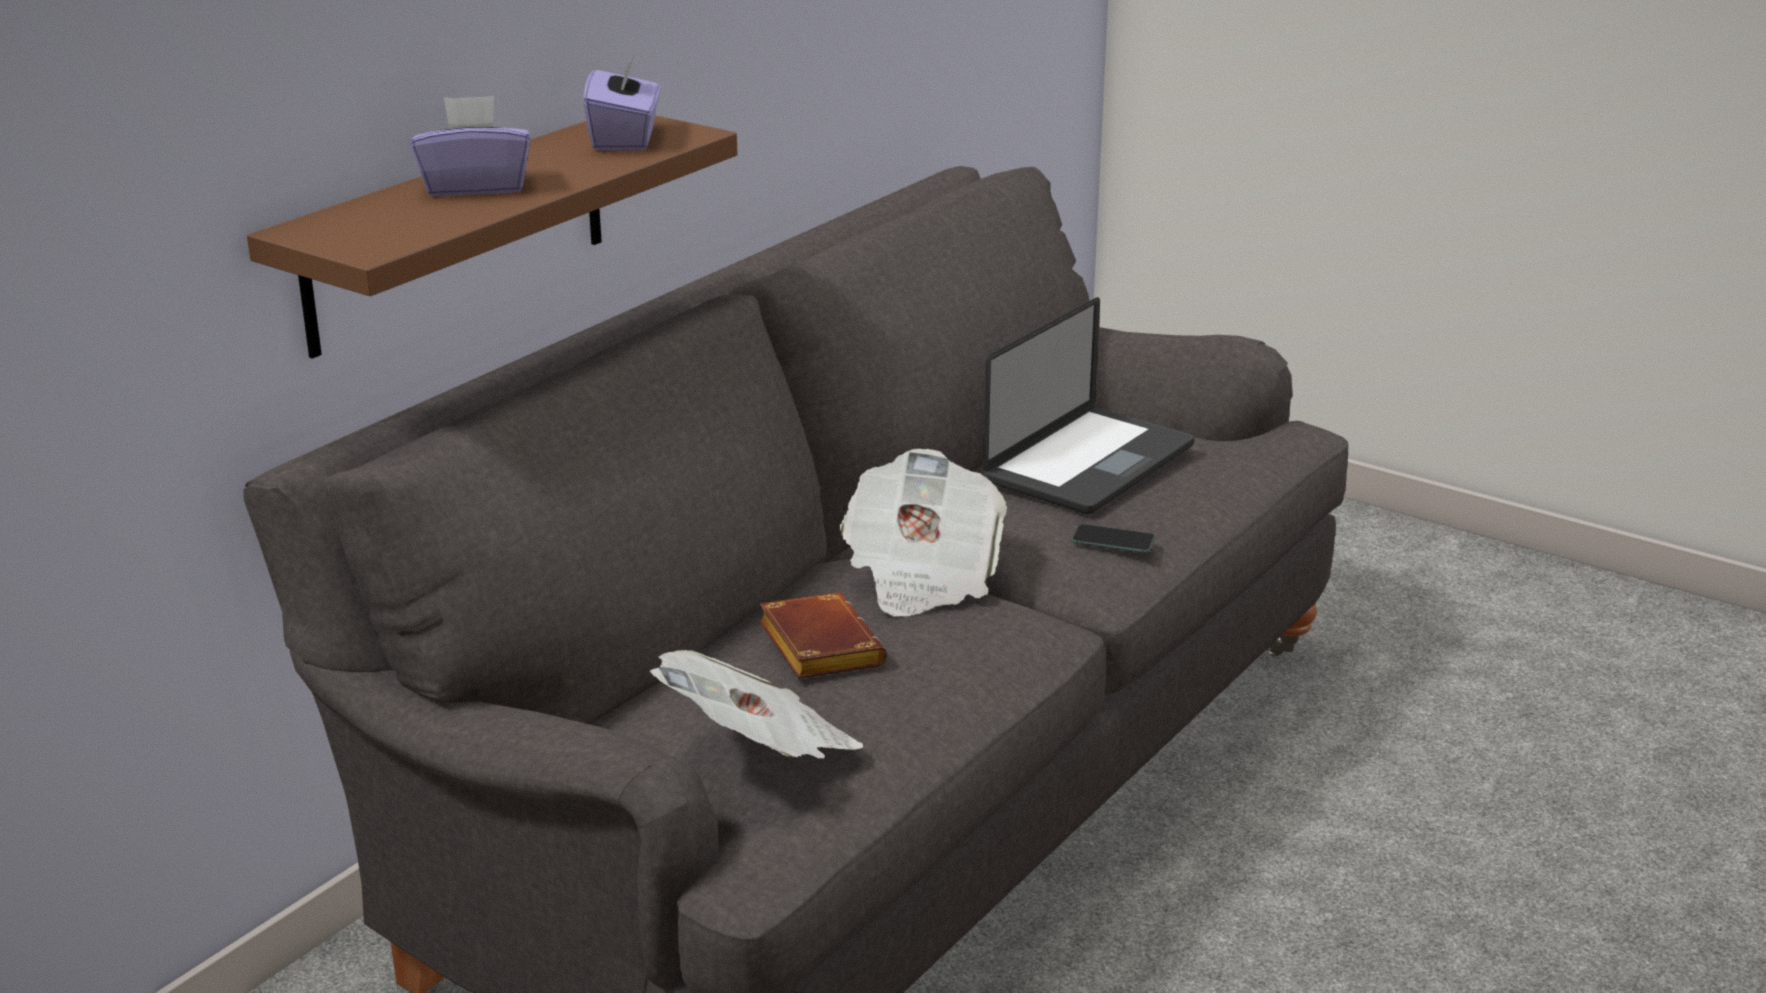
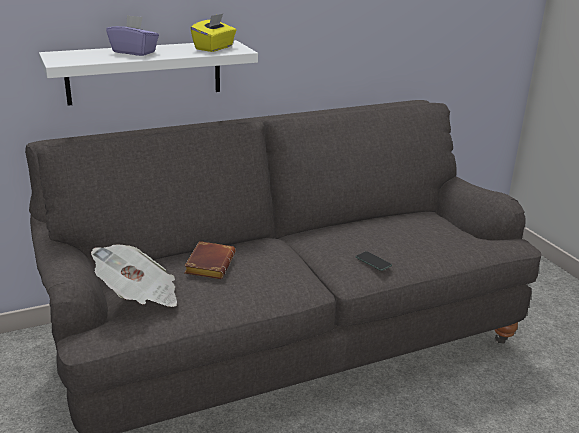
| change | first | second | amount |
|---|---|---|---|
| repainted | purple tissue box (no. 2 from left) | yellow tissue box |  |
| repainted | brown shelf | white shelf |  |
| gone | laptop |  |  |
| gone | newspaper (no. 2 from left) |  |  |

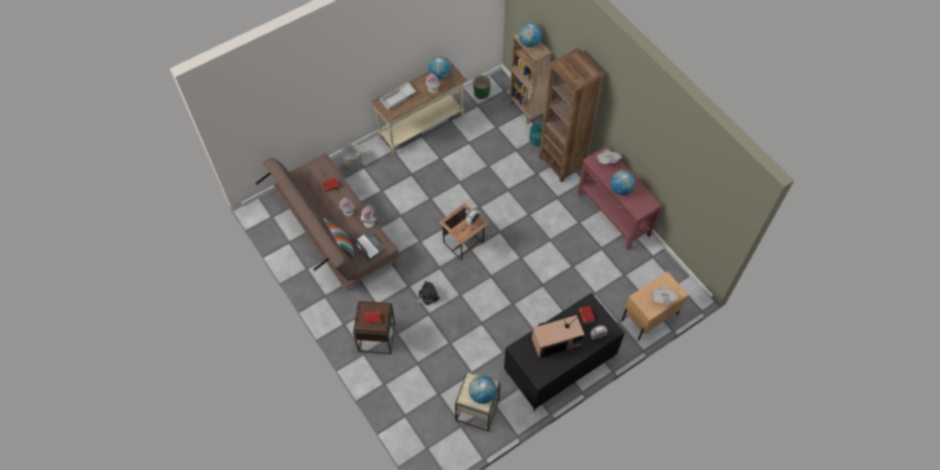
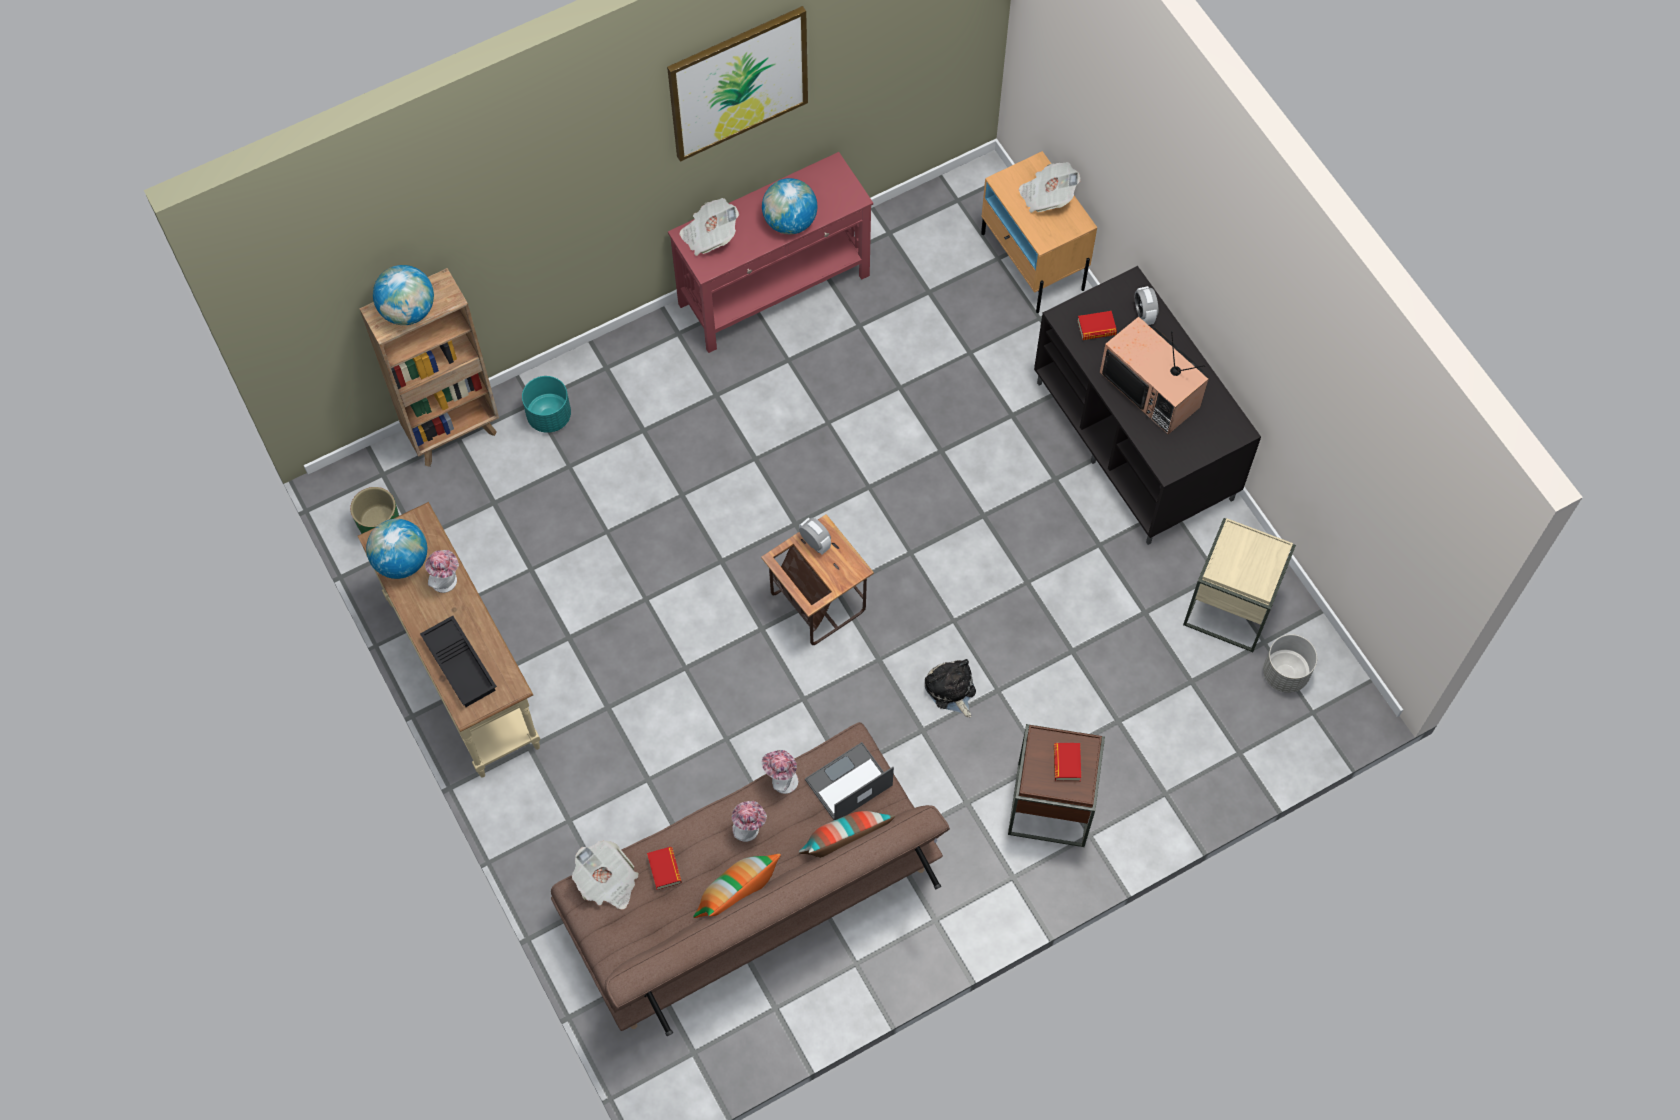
| change | first | second | amount |
|---|---|---|---|
| gone | brown bookcase (no. 2 from left) |  |  |
| repainted | white tray | black tray |  |
| shifted | grey planter |  |  |
| rotated | television |  | 150 degrees clockwise |
| gone | globe (no. 2 from left) |  |  |
| new |  | picture |  |
| new |  | newspaper (no. 1 from left) |  |
| new |  | pillow (no. 1 from left) |  |

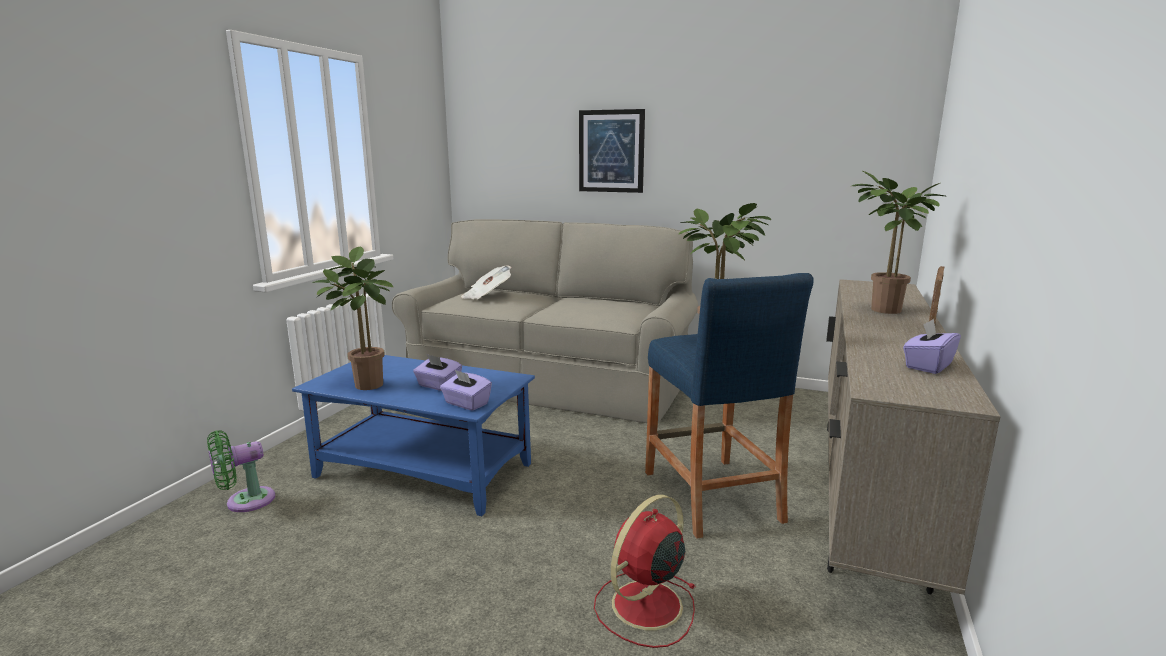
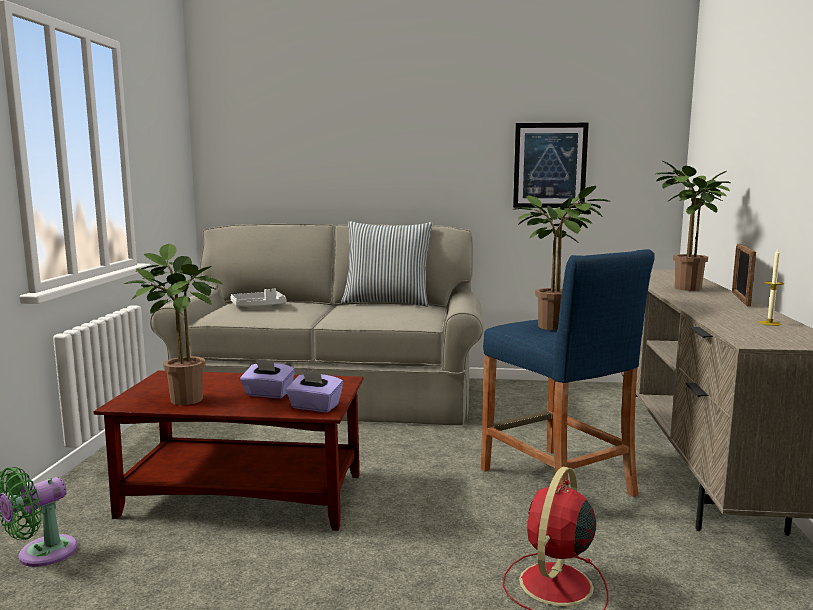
| change | first | second | amount |
|---|---|---|---|
| shifted | picture |  |  |
| swapped | newspaper | grey tray |  |
| swapped | purple tissue box (no. 3 from left) | candle |  |
| repainted | blue coffee table | brown coffee table |  |
| new |  | pillow |  |

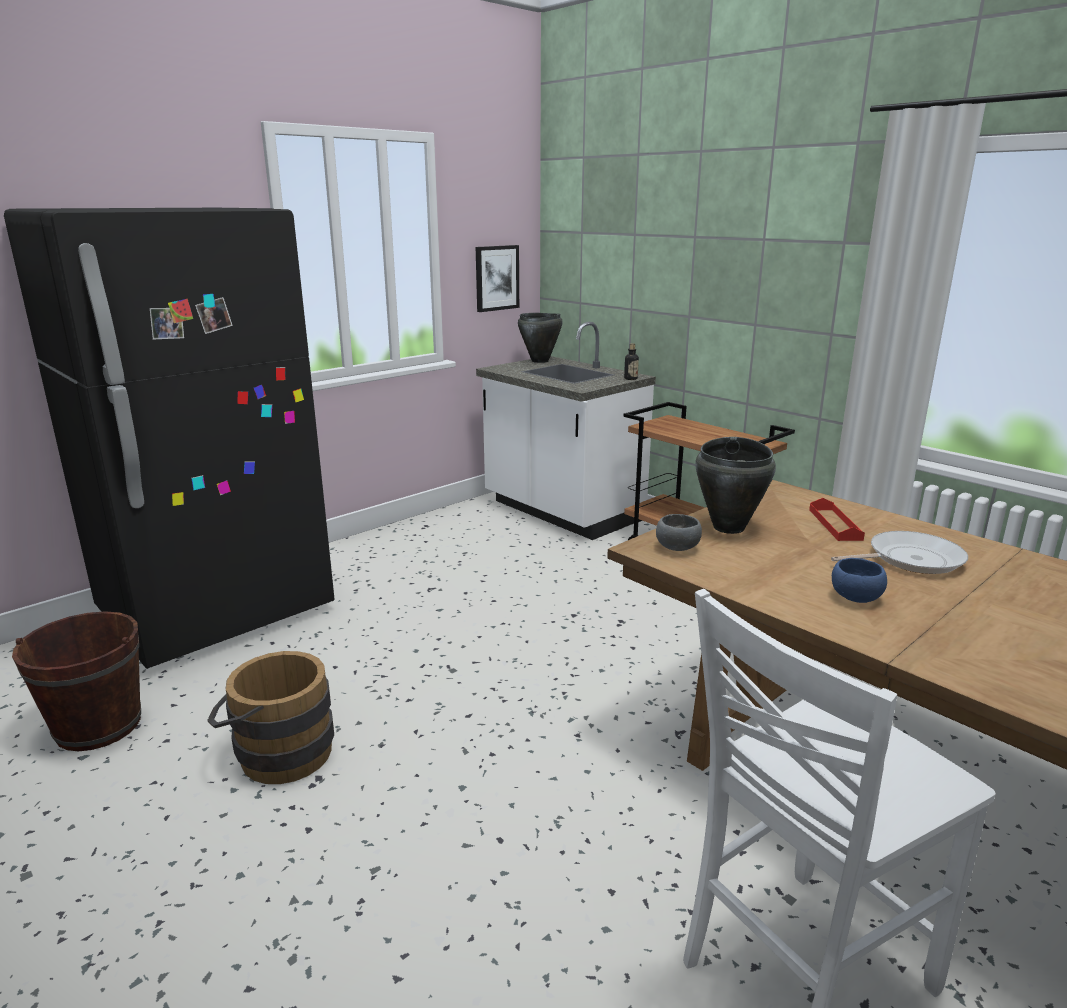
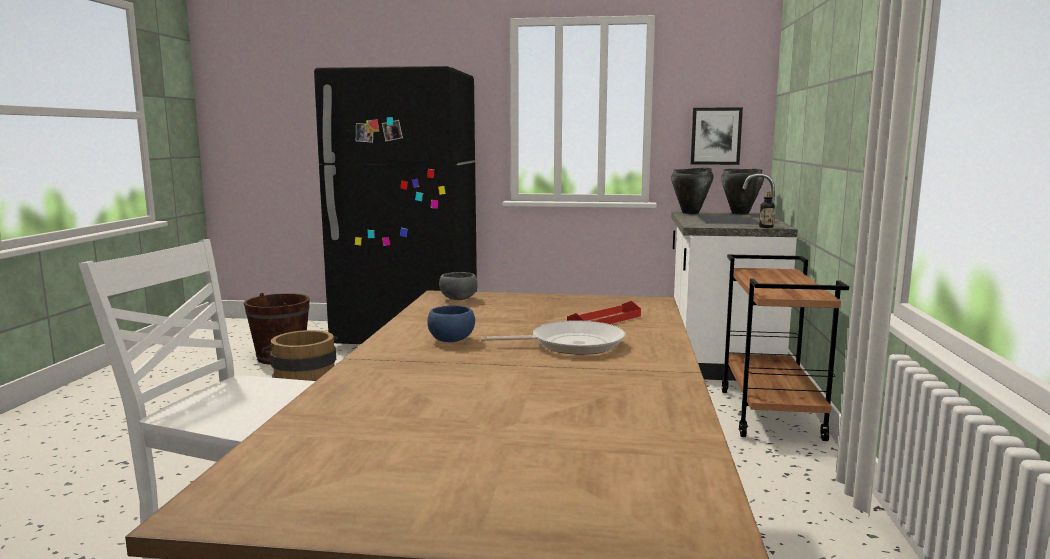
| change | first | second | amount |
|---|---|---|---|
| shifted | black cooking pot (no. 2 from left in the first image) | black cooking pot (no. 1 from left) |  |
| rotated | frying pan |  | 45 degrees counterclockwise |

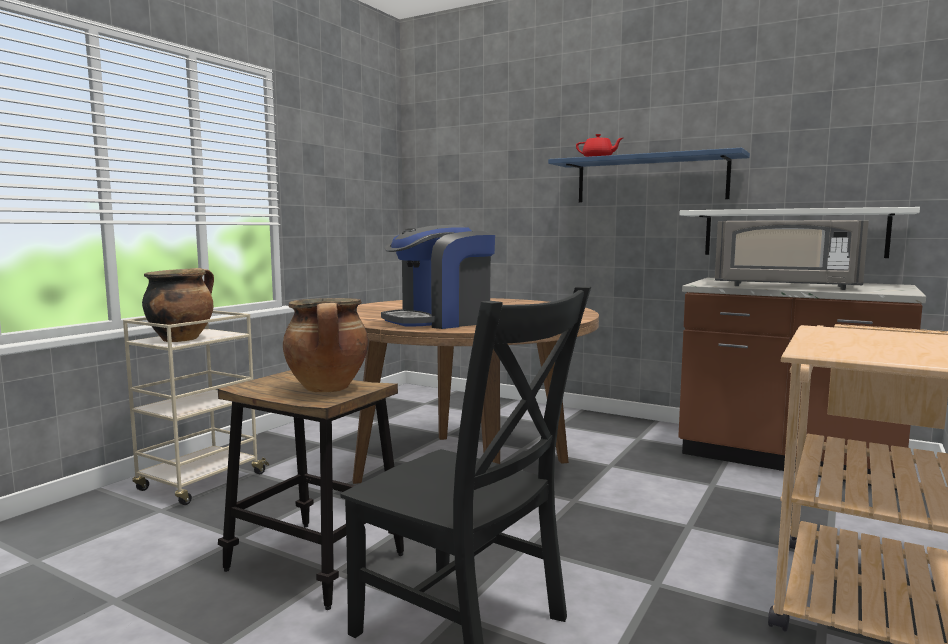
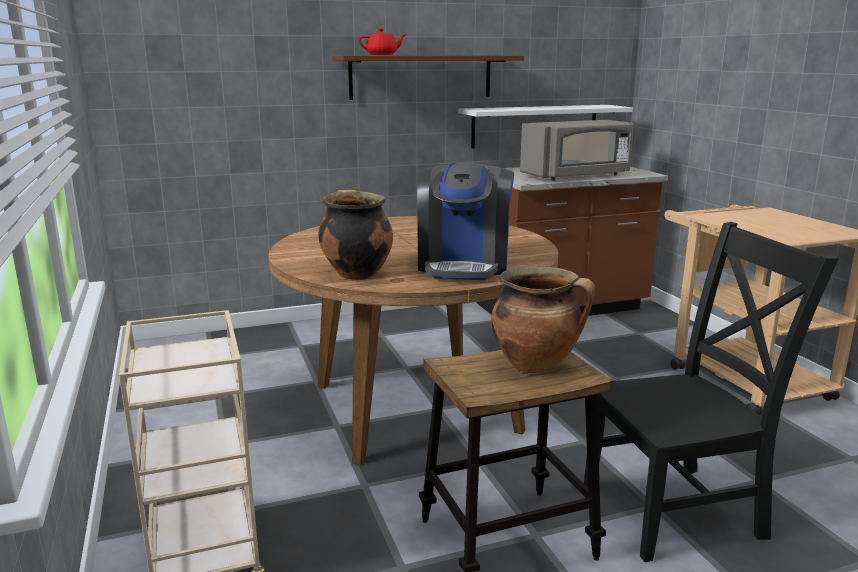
| change | first | second | amount |
|---|---|---|---|
| repainted | blue shelf | brown shelf |  |
| shifted | cooking pot (no. 1 from left) |  |  |

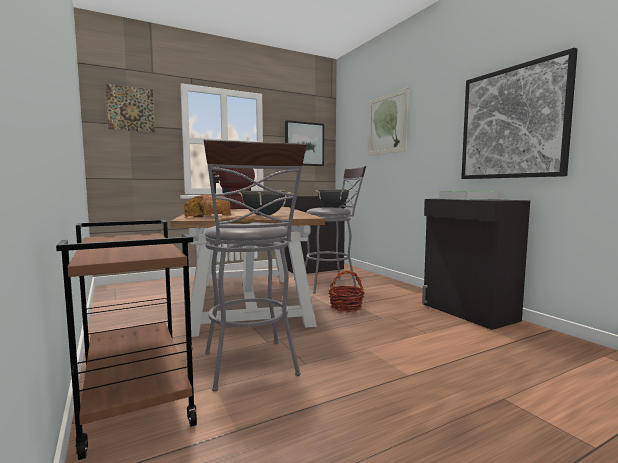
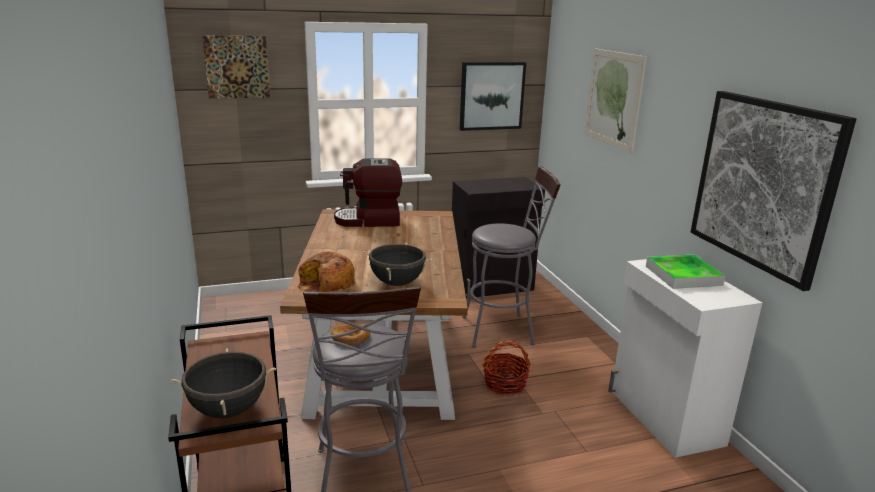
| change | first | second | amount |
|---|---|---|---|
| shifted | black cooking pot (no. 2 from left in the first image) | black cooking pot (no. 1 from left) |  |
| repainted | black cabinet (no. 2 from left) | white cabinet |  |

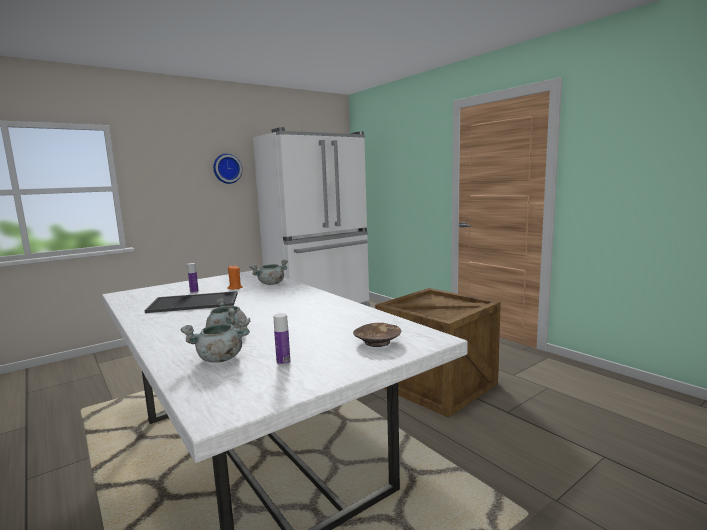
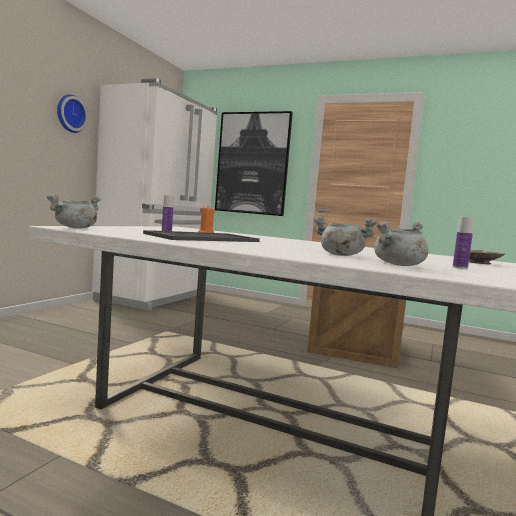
| change | first | second | amount |
|---|---|---|---|
| shifted | grey cooking pot (no. 3 from left in the first image) | grey cooking pot (no. 1 from left) |  |
| new |  | picture |  |

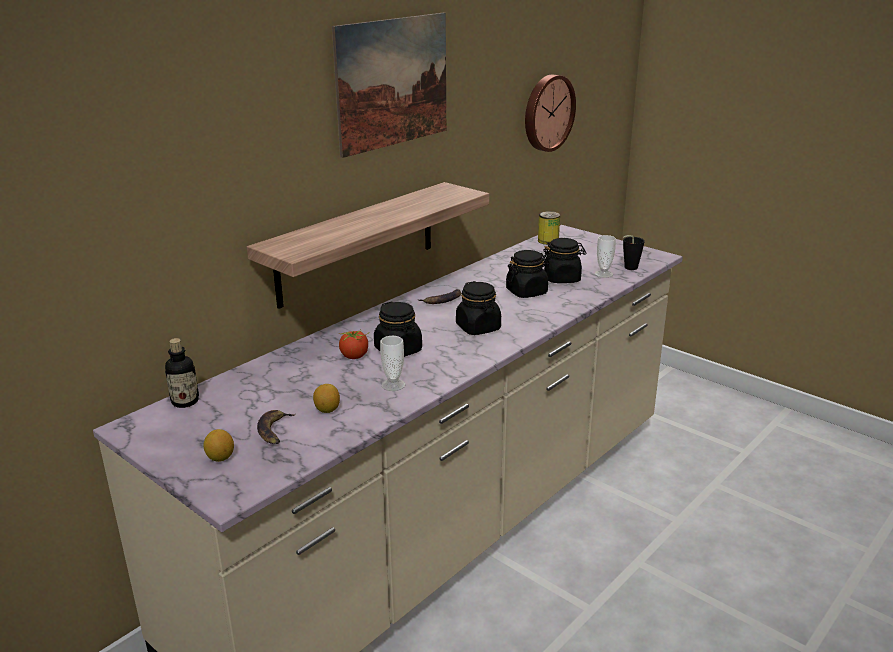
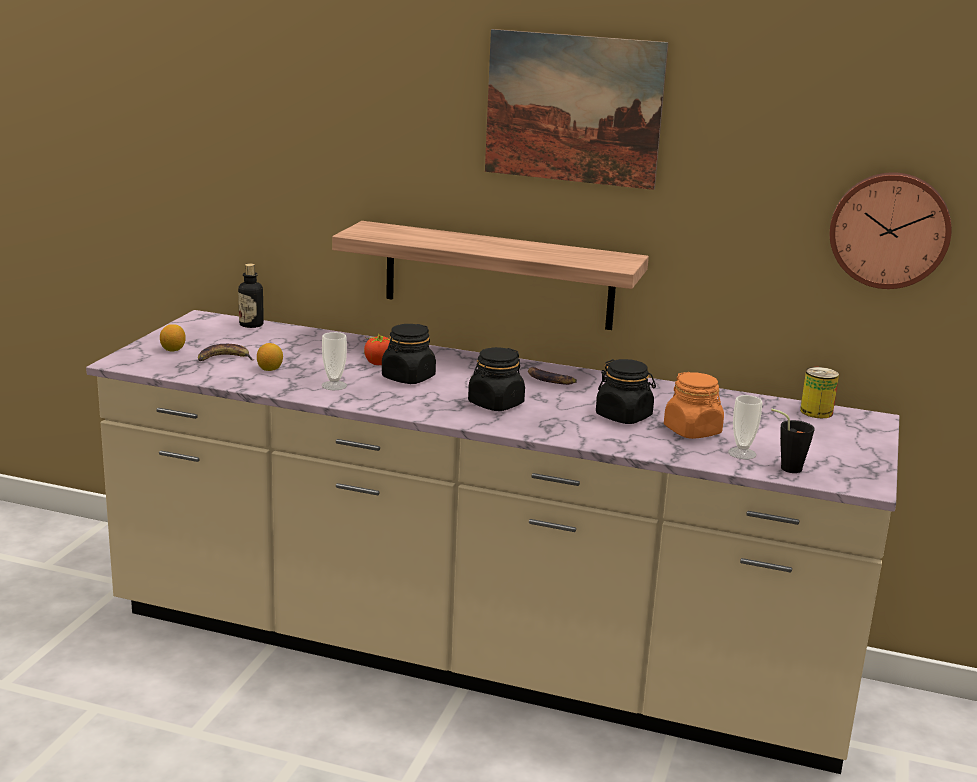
| change | first | second | amount |
|---|---|---|---|
| repainted | black jar (no. 4 from left) | orange jar |  |

